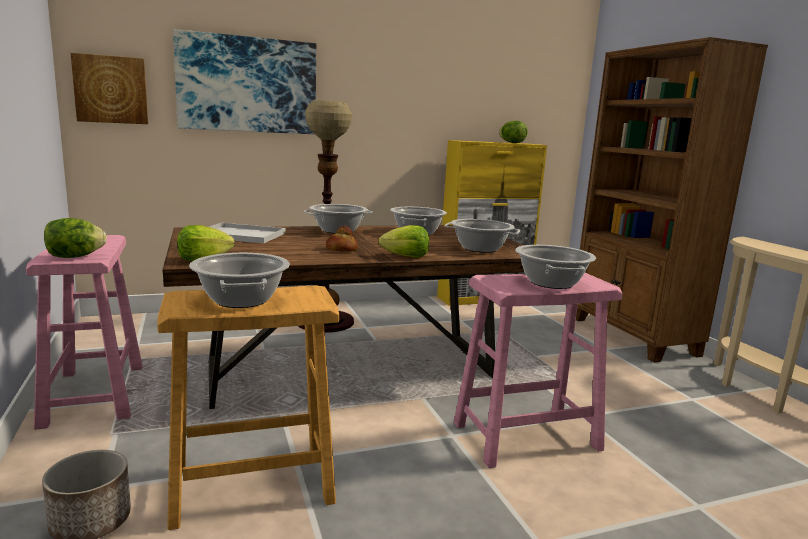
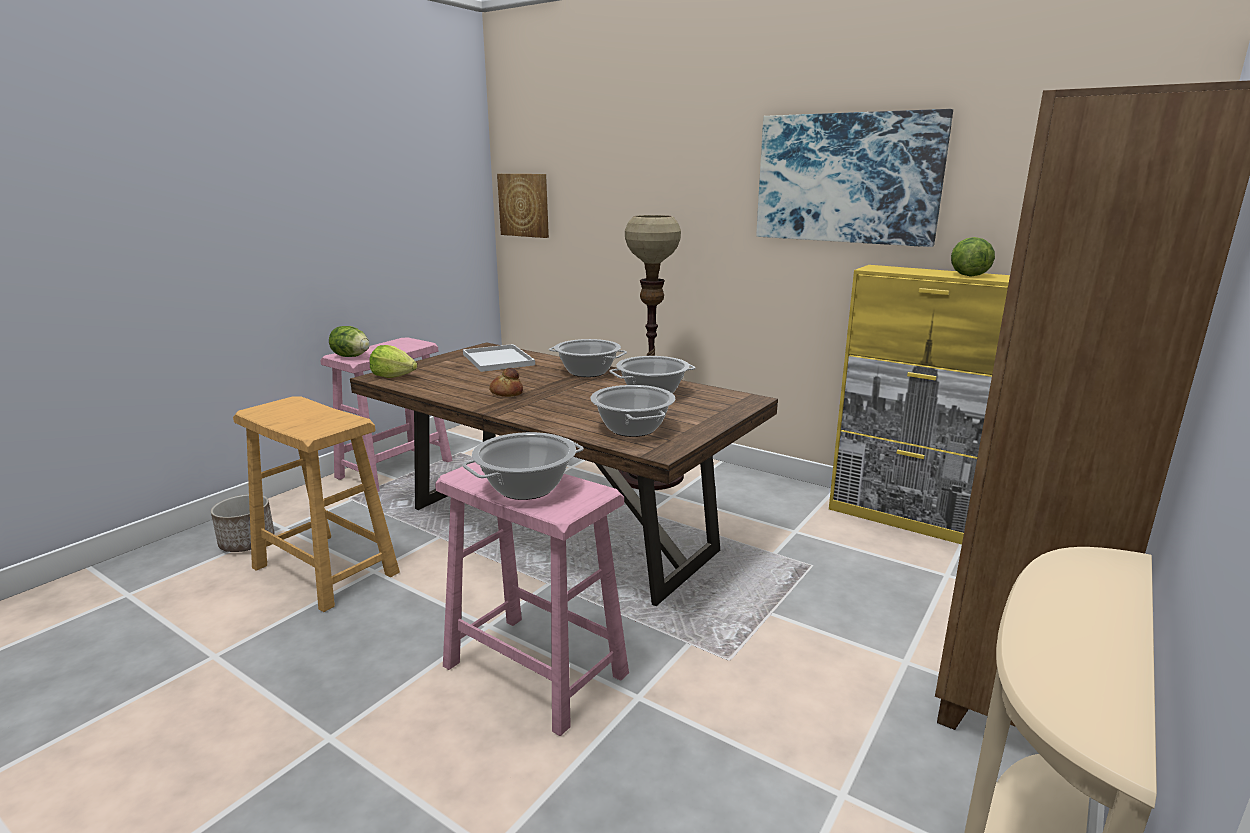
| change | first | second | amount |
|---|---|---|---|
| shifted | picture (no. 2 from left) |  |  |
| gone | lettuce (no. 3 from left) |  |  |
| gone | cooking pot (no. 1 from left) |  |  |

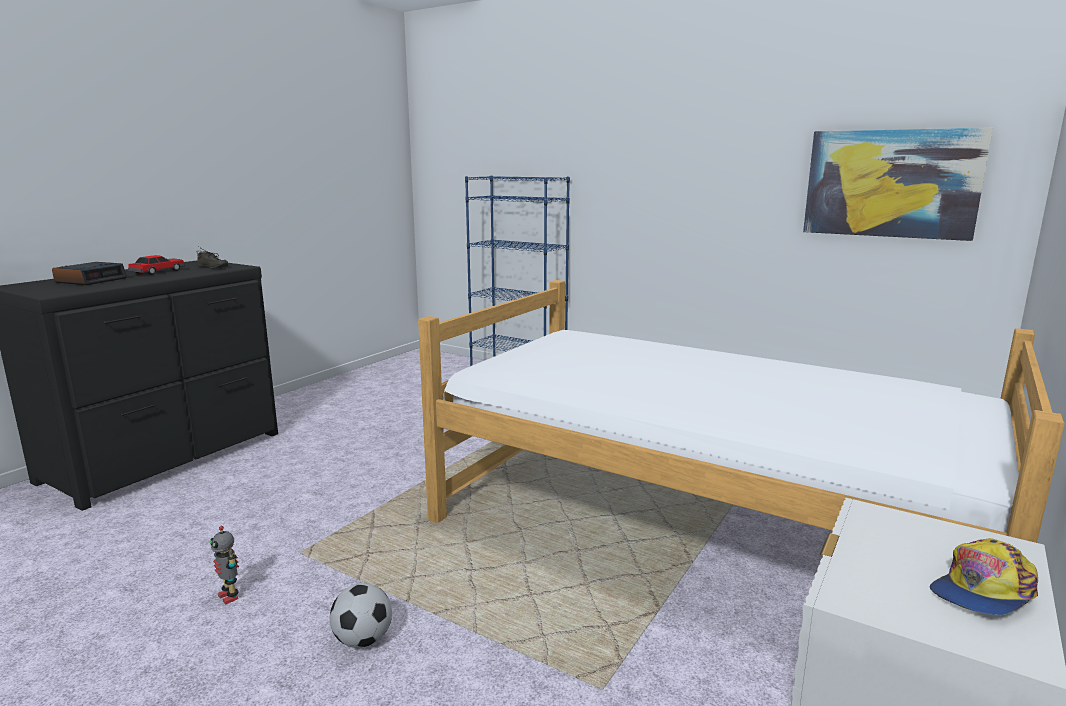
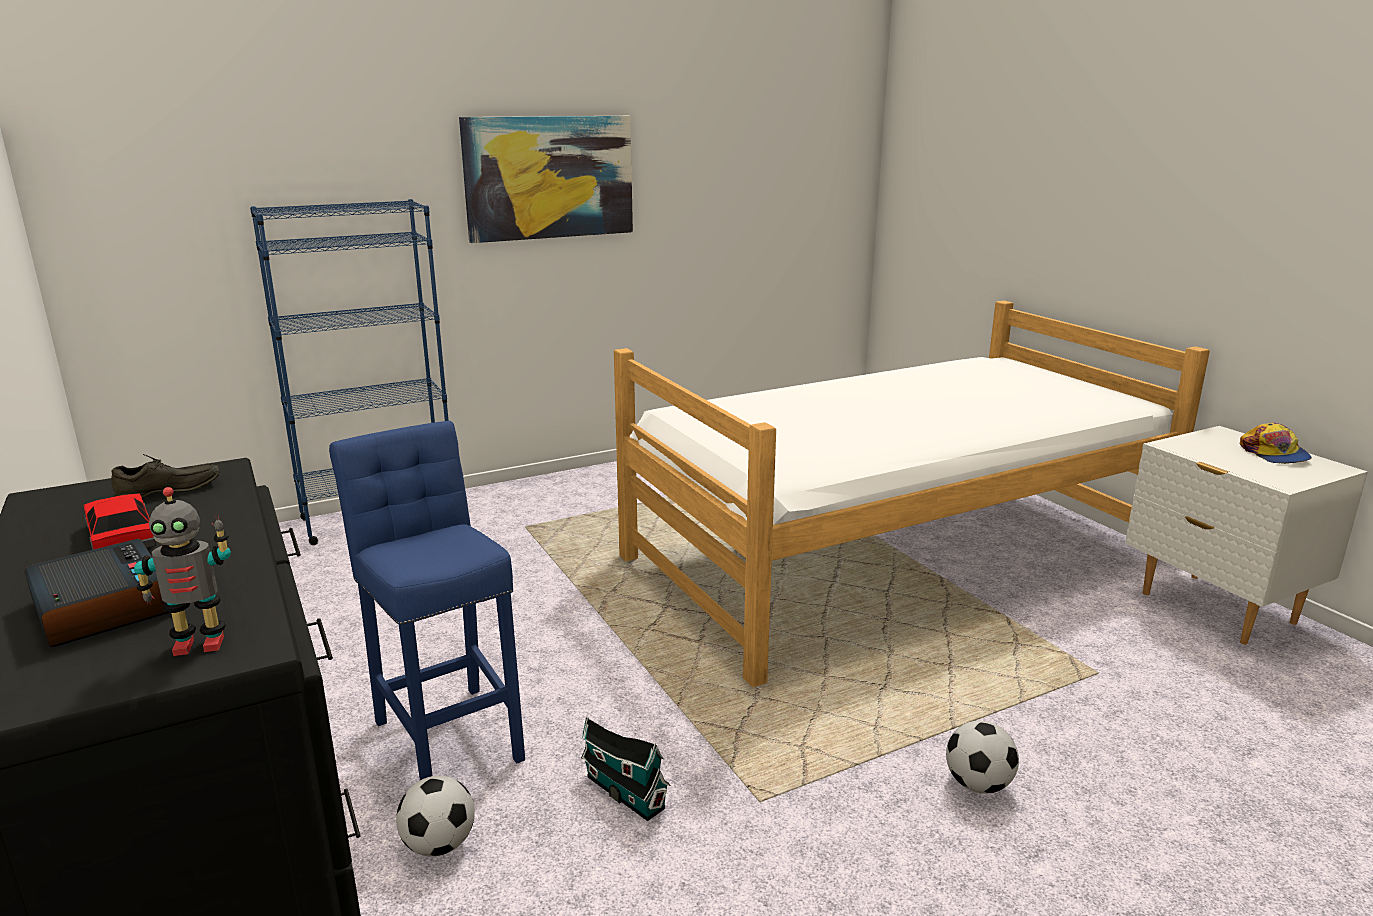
| change | first | second | amount |
|---|---|---|---|
| shifted | picture |  |  |
| shifted | toy robot |  |  |
| new |  | blue stool |  |
| new |  | toy house |  |
| new |  | football (no. 1 from left) |  |

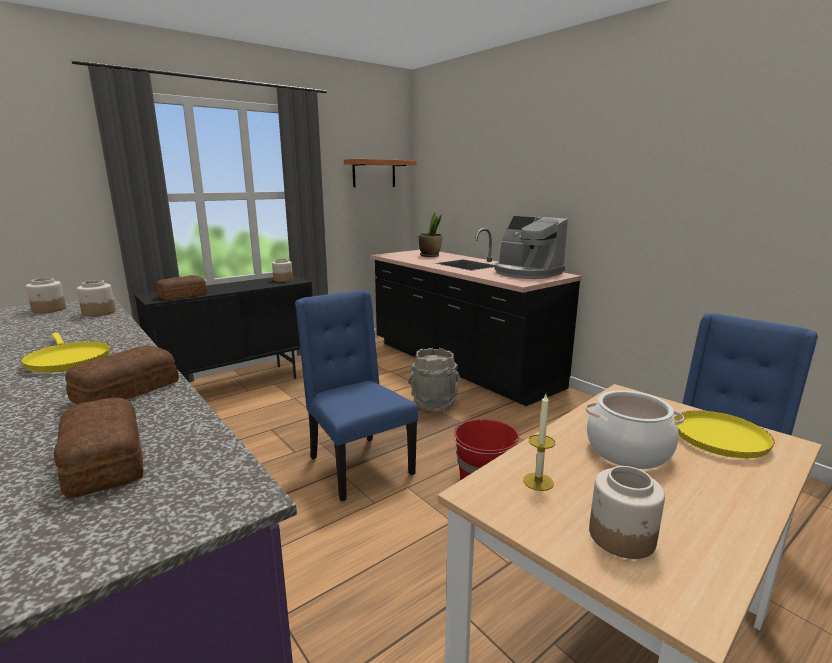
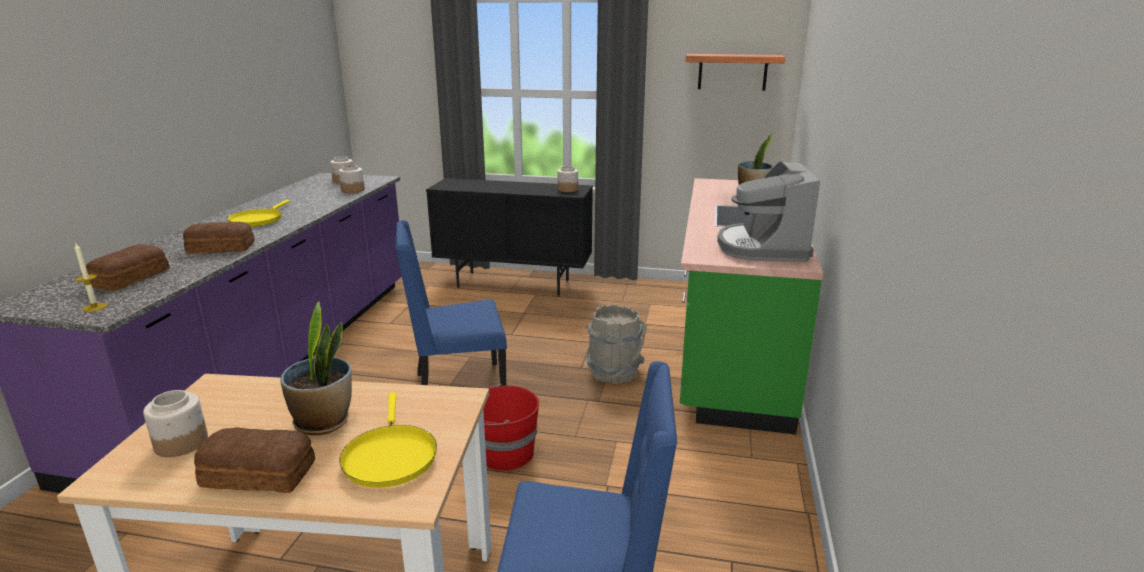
| change | first | second | amount |
|---|---|---|---|
| repainted | black counter | green counter |  |
| shifted | bread (no. 3 from left) |  |  |
| rotated | blue chair (no. 1 from left) |  | 120 degrees counterclockwise |
| swapped | cooking pot | potted plant (no. 1 from left) |  |
| shifted | candle |  |  |

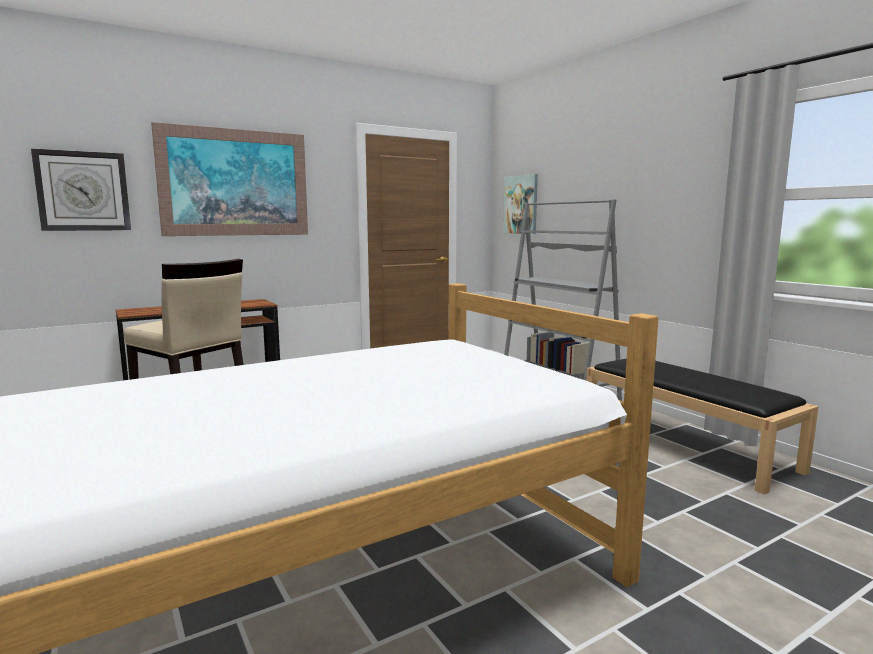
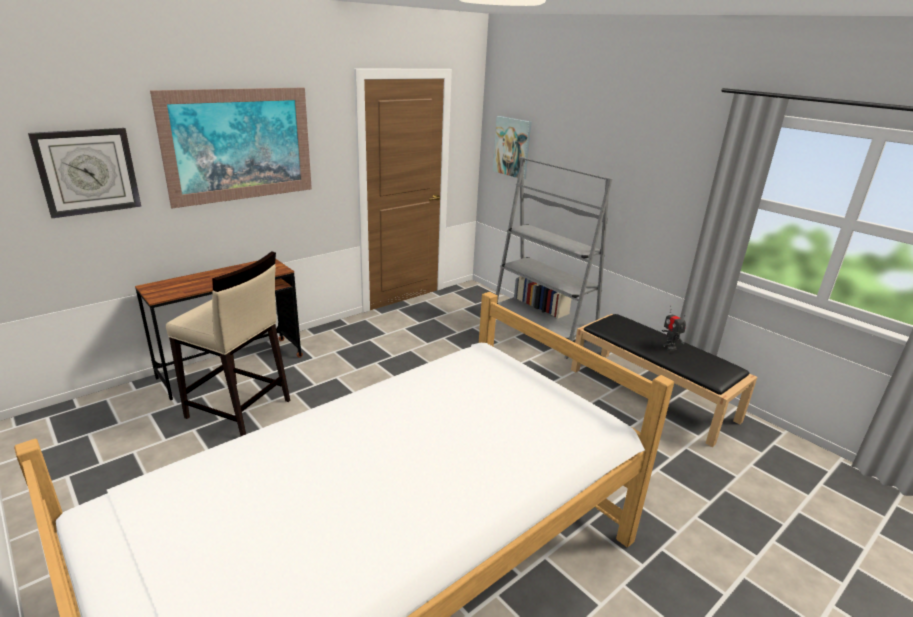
| change | first | second | amount |
|---|---|---|---|
| new |  | toy robot |  |

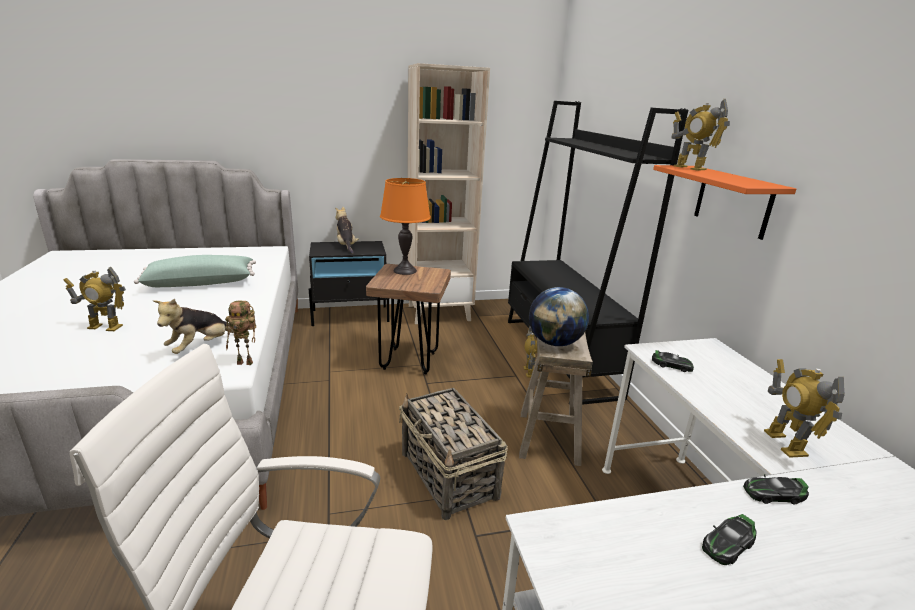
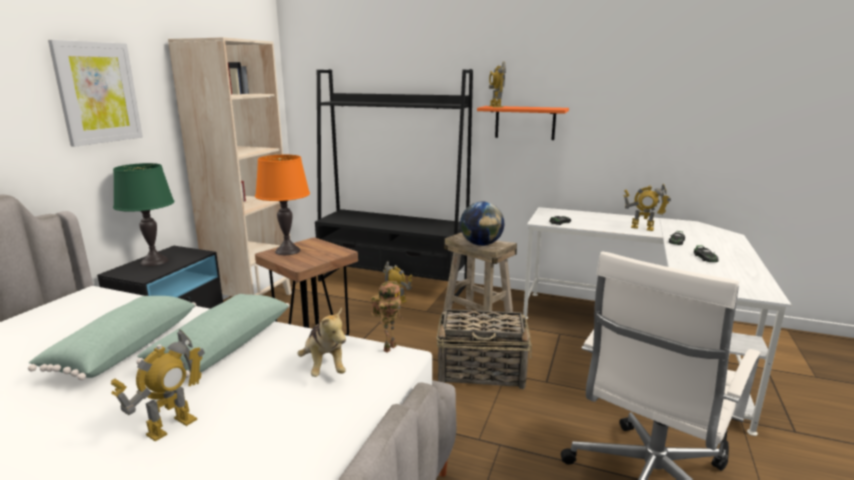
| change | first | second | amount |
|---|---|---|---|
| rotated | toy robot (no. 4 from left) |  | 75 degrees clockwise |
| swapped | plush toy (no. 2 from left) | green table lamp |  |
| new |  | picture |  |
| new |  | green pillow (no. 2 from left) |  |

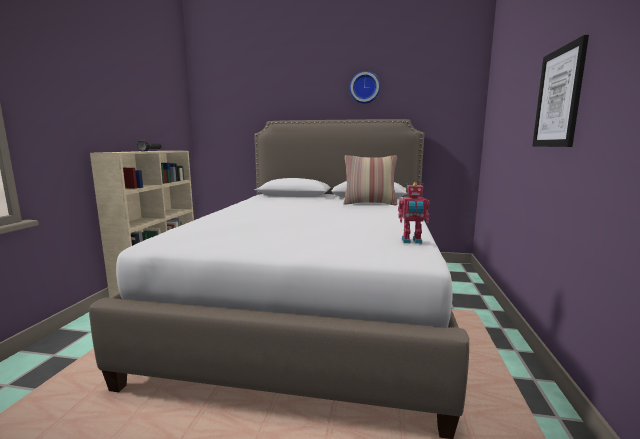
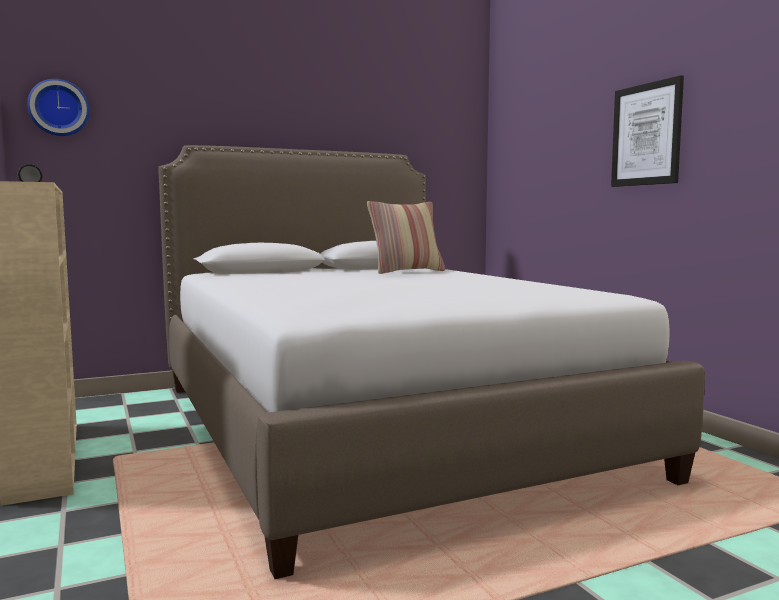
| change | first | second | amount |
|---|---|---|---|
| shifted | wall clock |  |  |
| gone | toy robot |  |  |

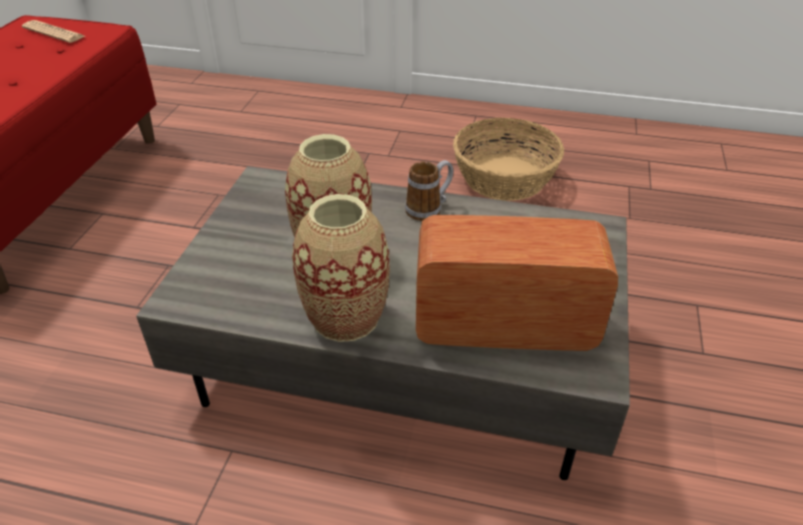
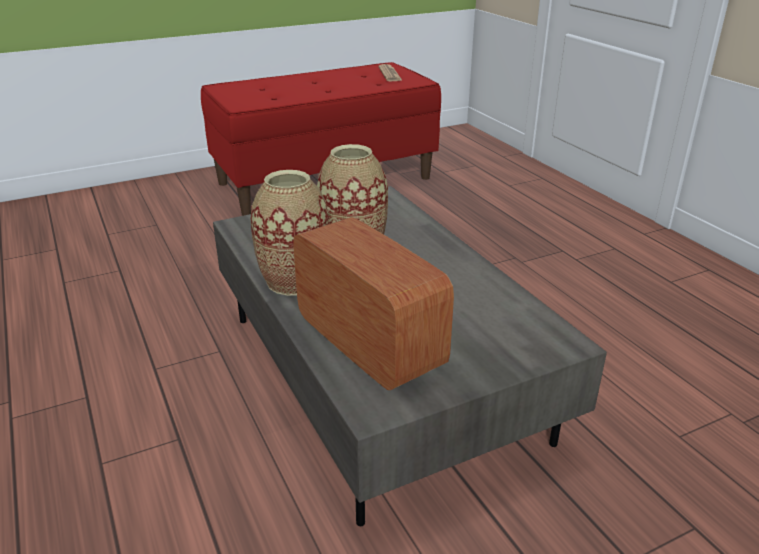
| change | first | second | amount |
|---|---|---|---|
| gone | basket |  |  |
| gone | mug |  |  |

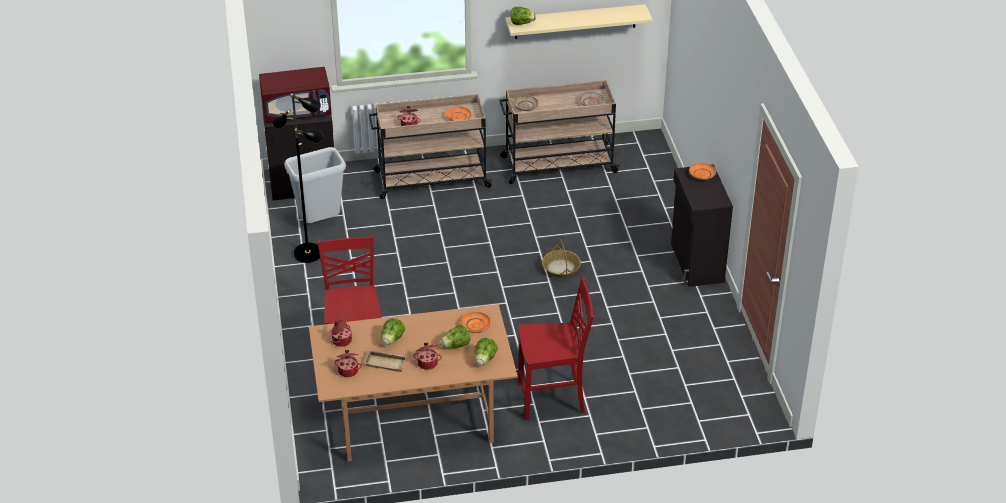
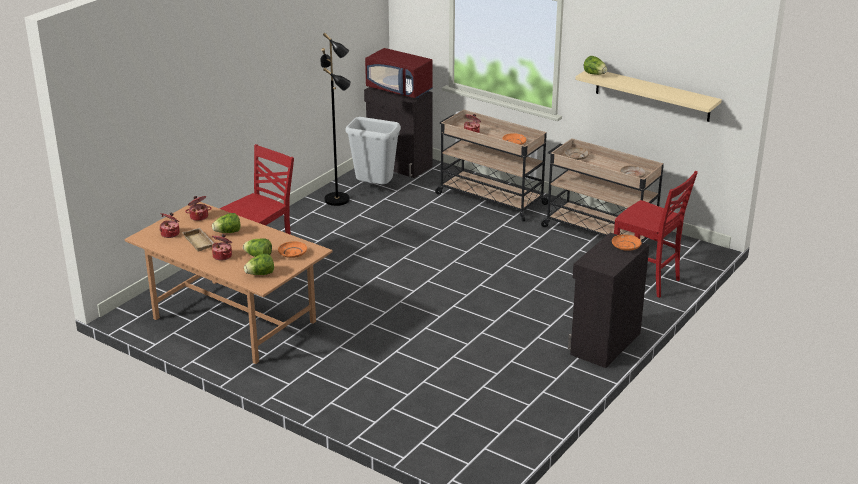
| change | first | second | amount |
|---|---|---|---|
| gone | basket |  |  |
| shifted | red chair (no. 2 from left) |  |  |

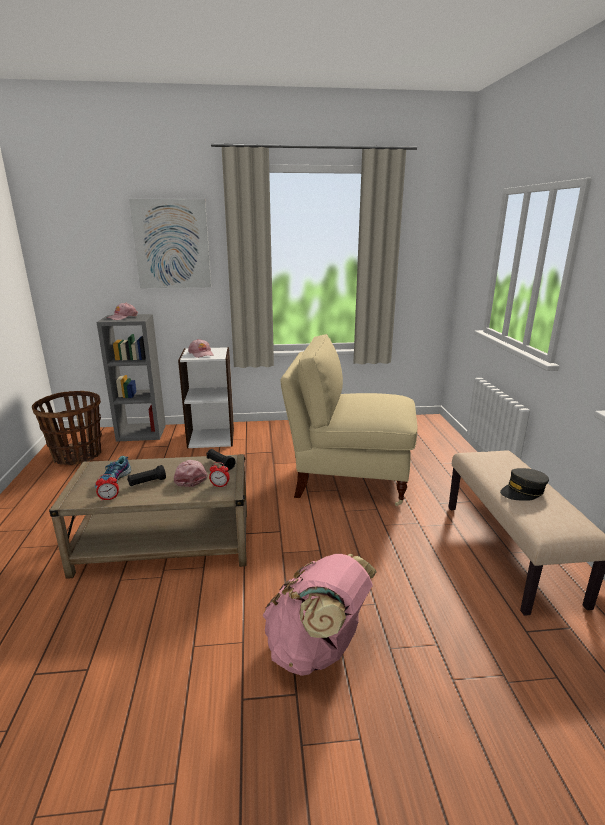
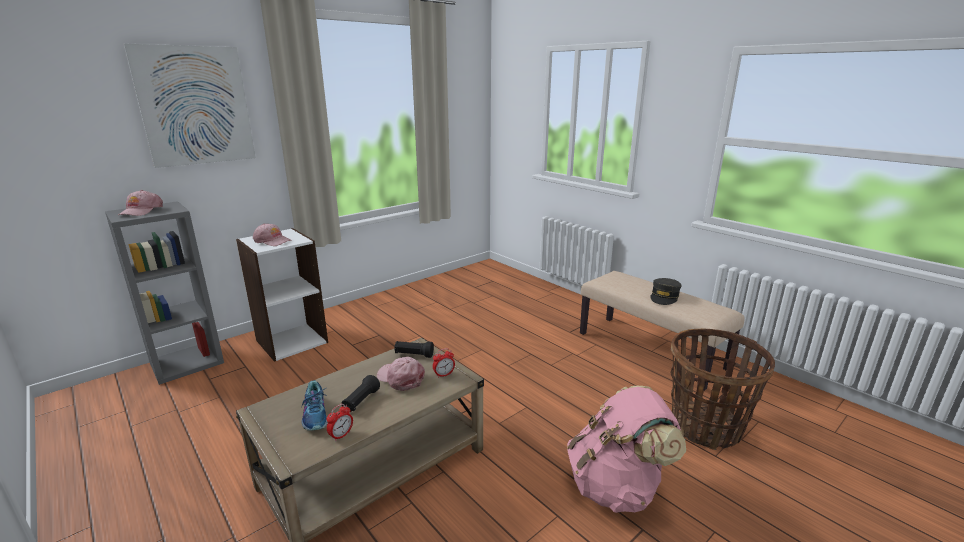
| change | first | second | amount |
|---|---|---|---|
| gone | beige chair |  |  |
| shifted | basket |  |  |

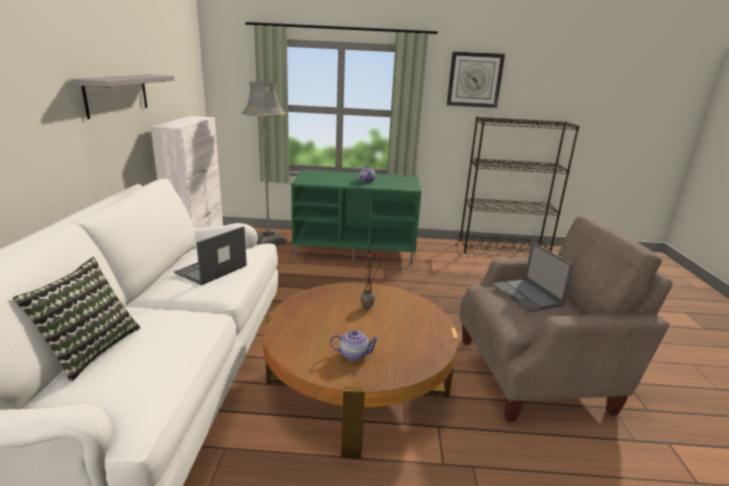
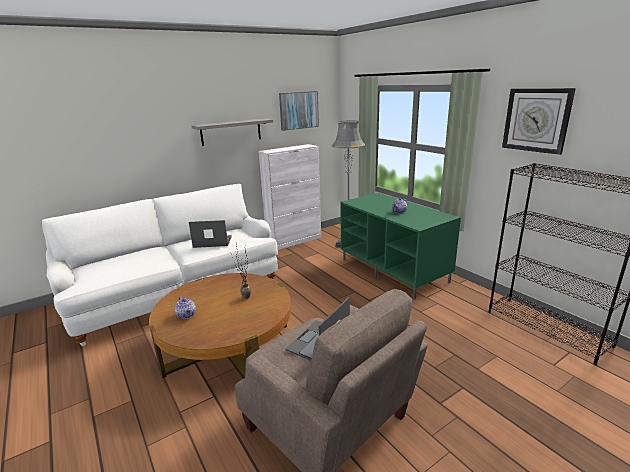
| change | first | second | amount |
|---|---|---|---|
| gone | pillow |  |  |
| new |  | picture |  |

